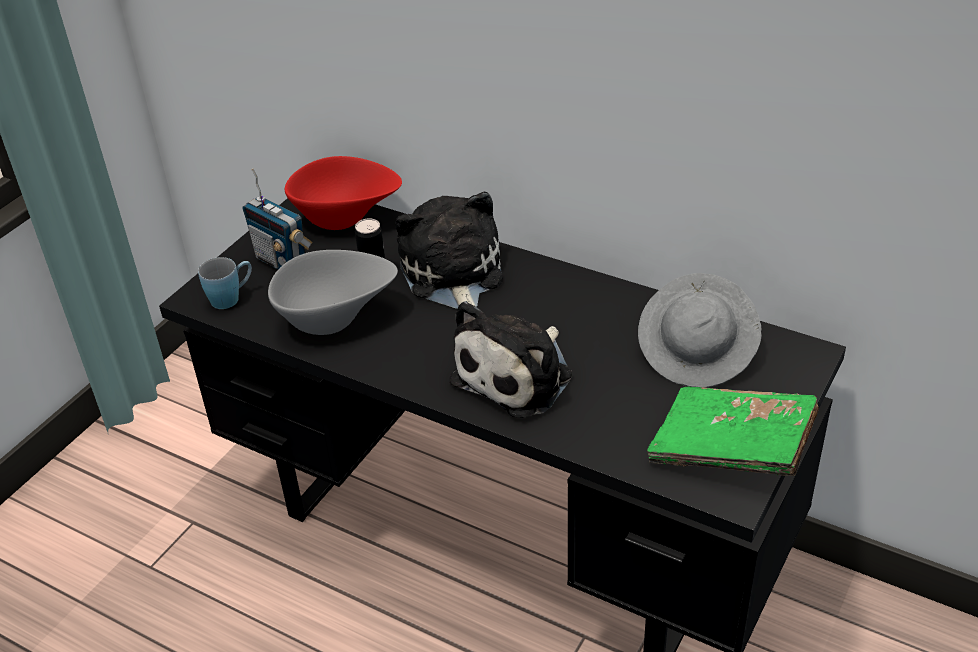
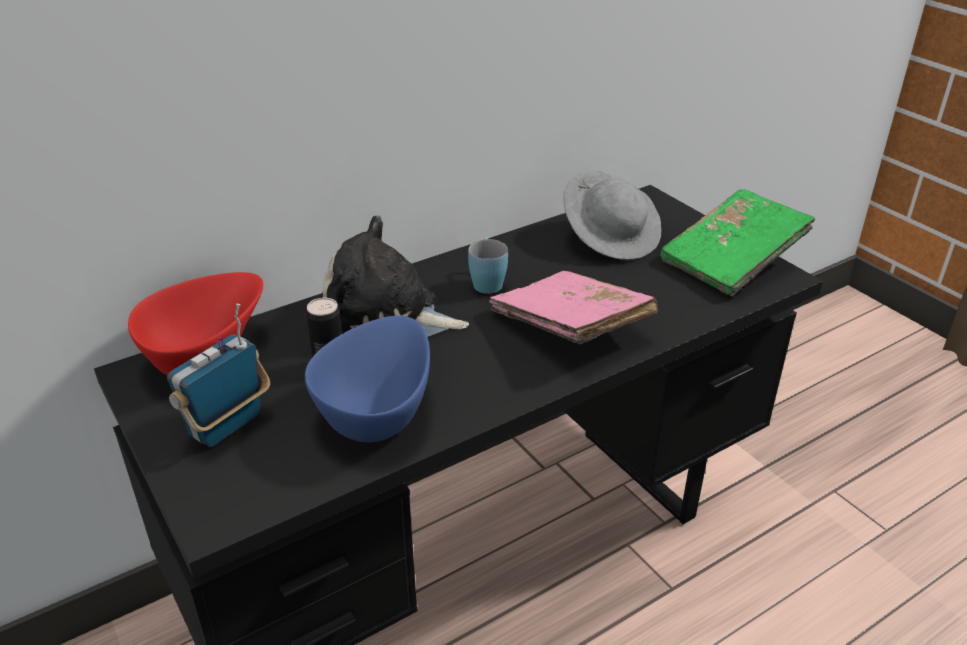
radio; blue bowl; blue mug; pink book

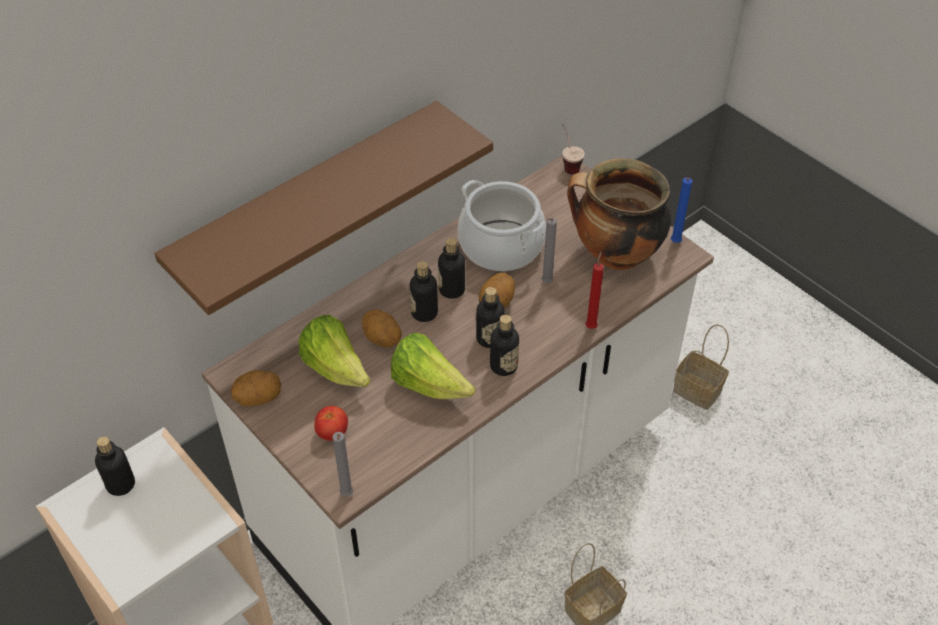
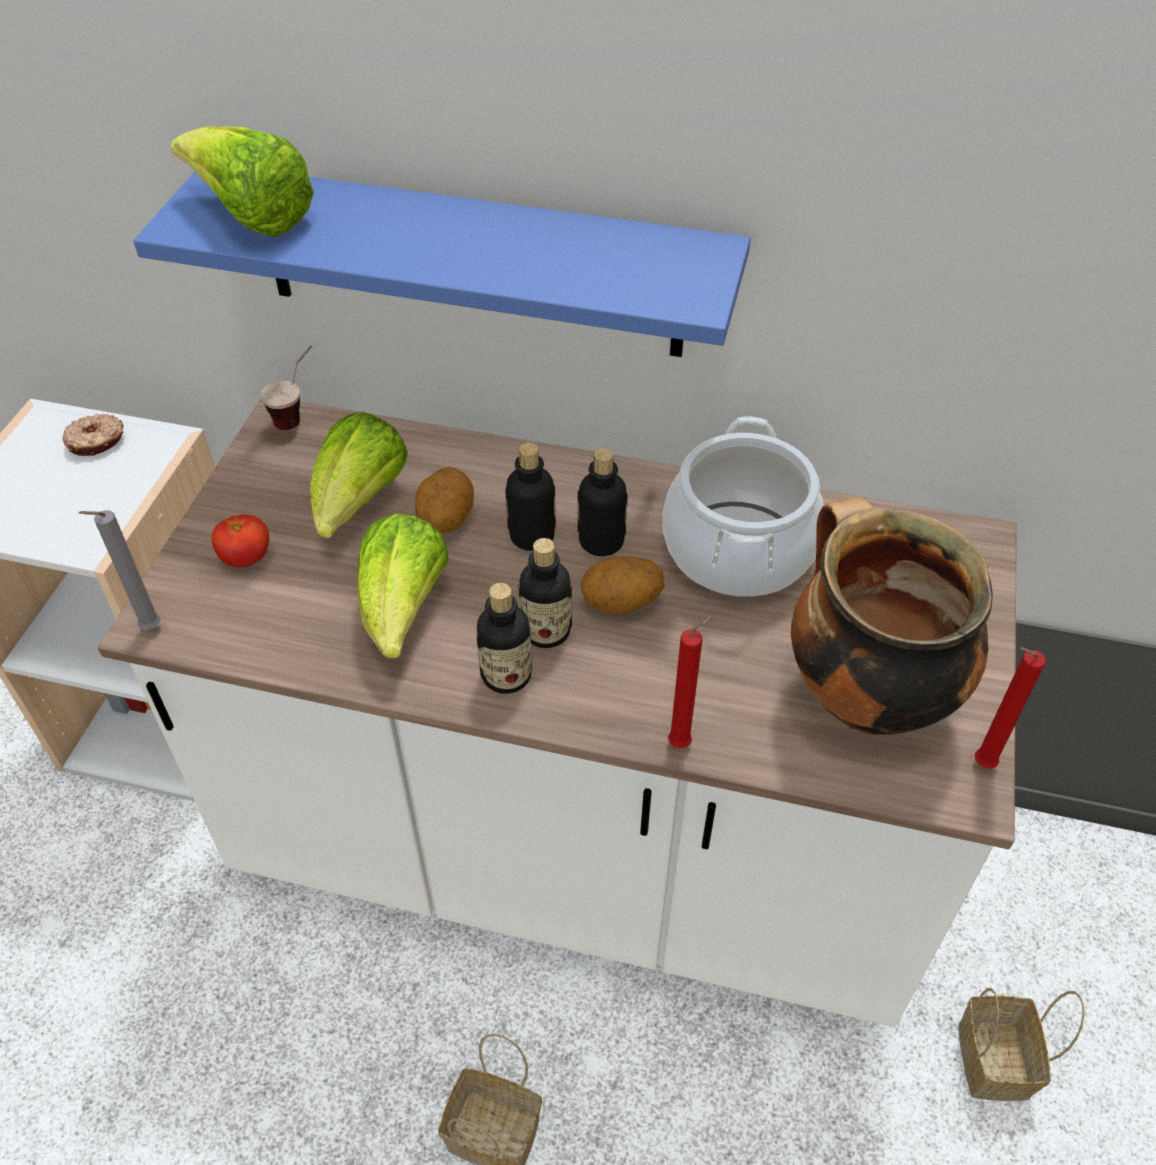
donut; blue shelf; lettuce (no. 1 from left); cup; red candle (no. 2 from left); potato (no. 1 from left in the first image); grey candle (no. 2 from left in the first image)

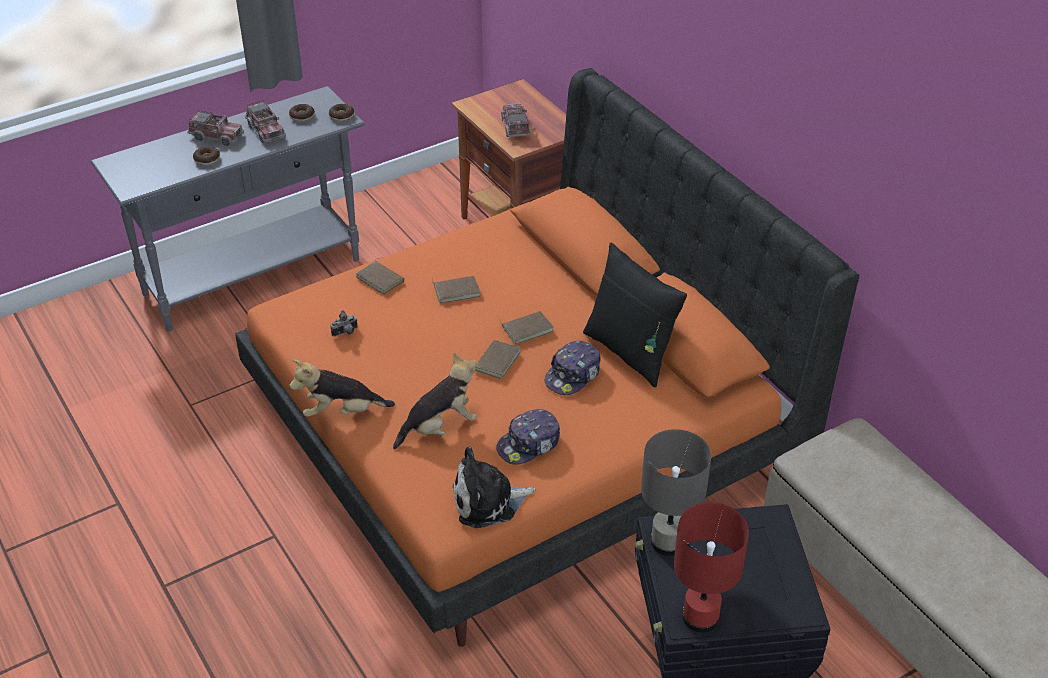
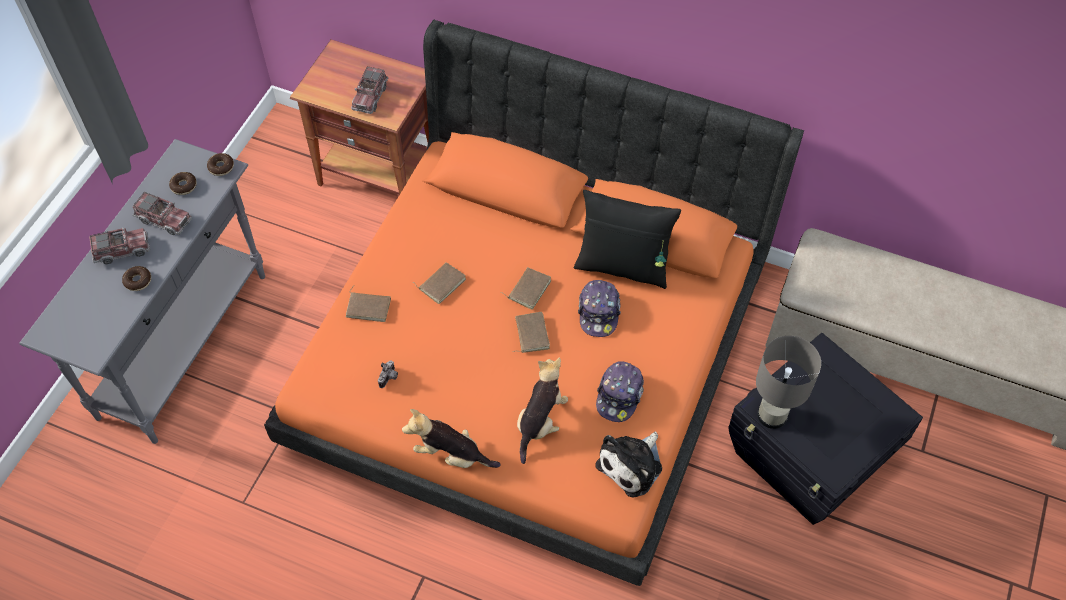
toy truck (no. 3 from left); plush toy (no. 1 from left); red table lamp

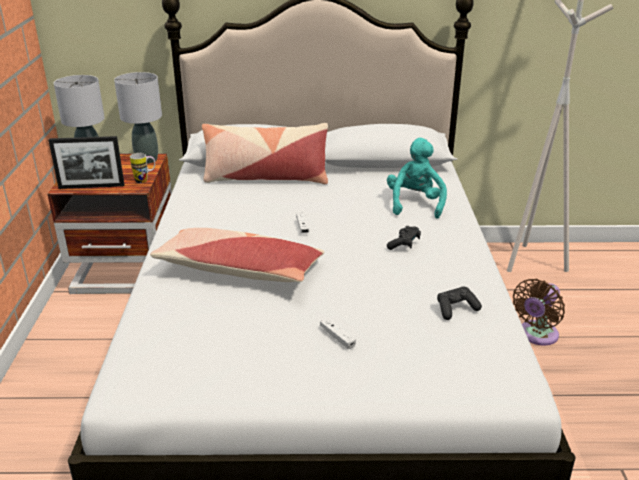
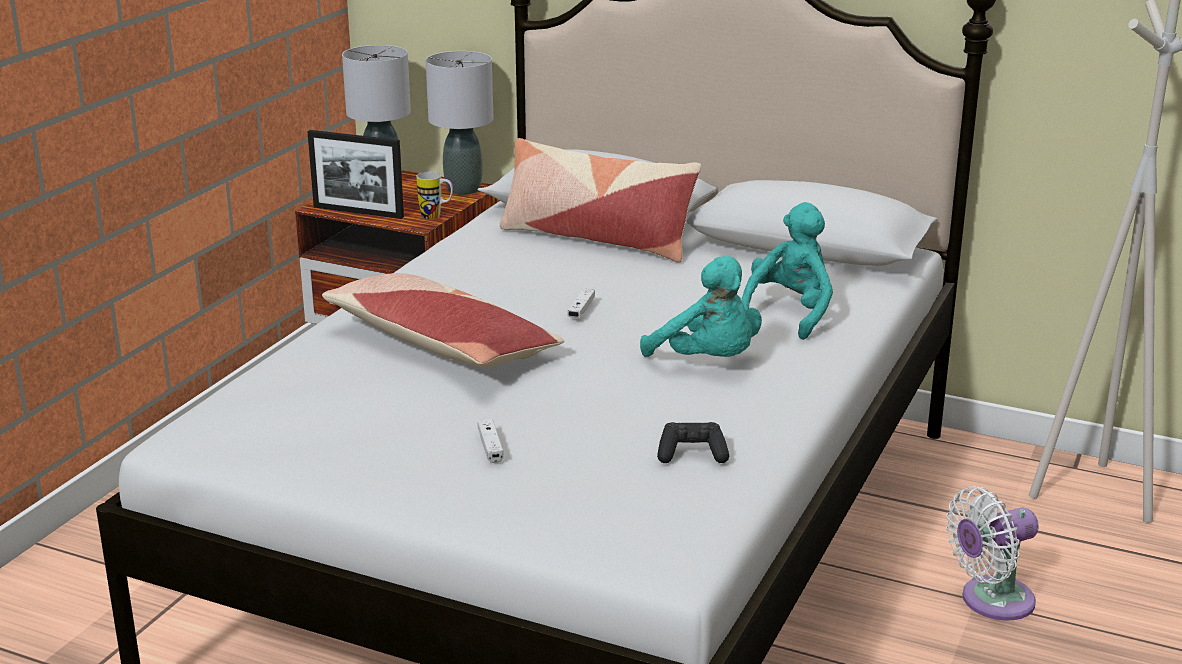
turquoise plush toy (no. 1 from left); white fan

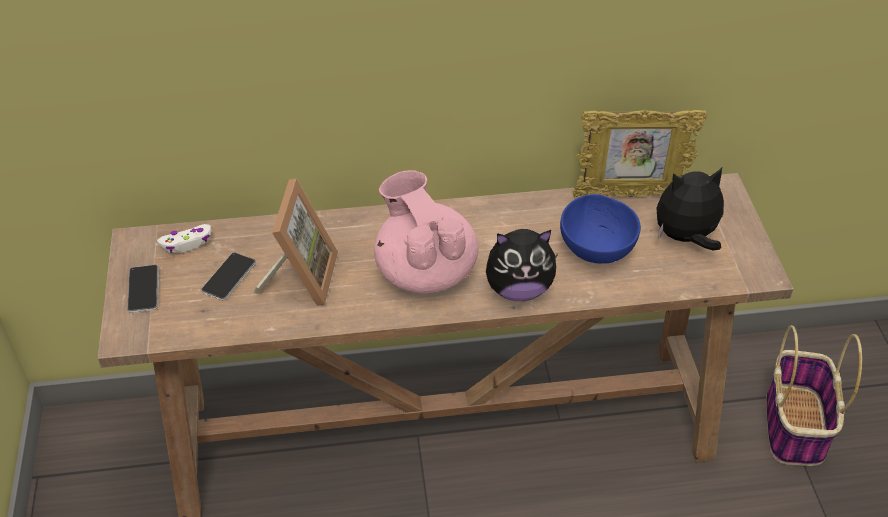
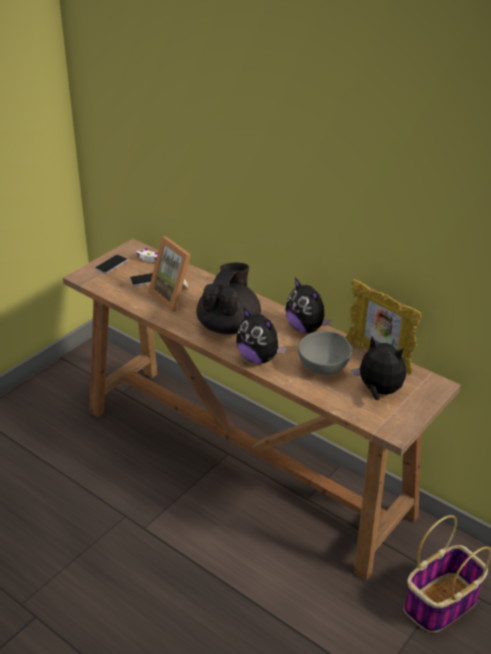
picture frame (no. 1 from left); black teapot; plush toy (no. 2 from left); grey bowl

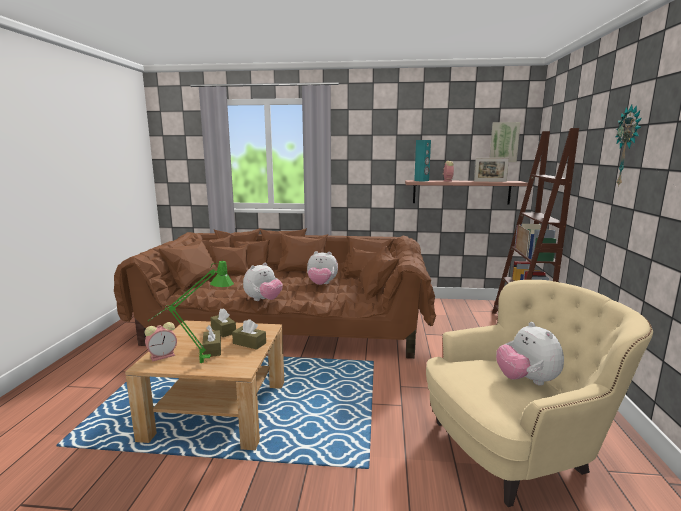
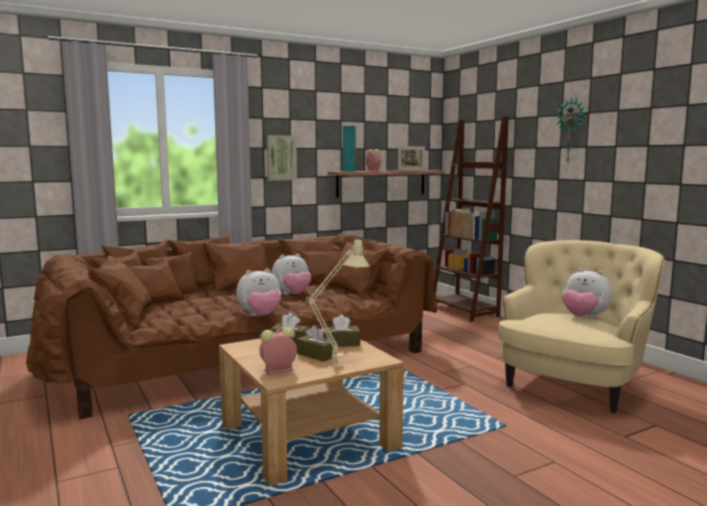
plush toy (no. 1 from left); alarm clock (no. 1 from left); picture; beige table lamp

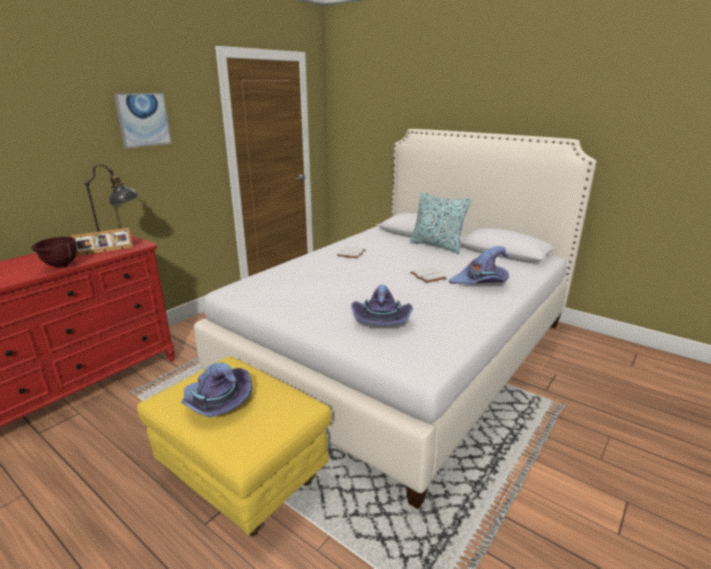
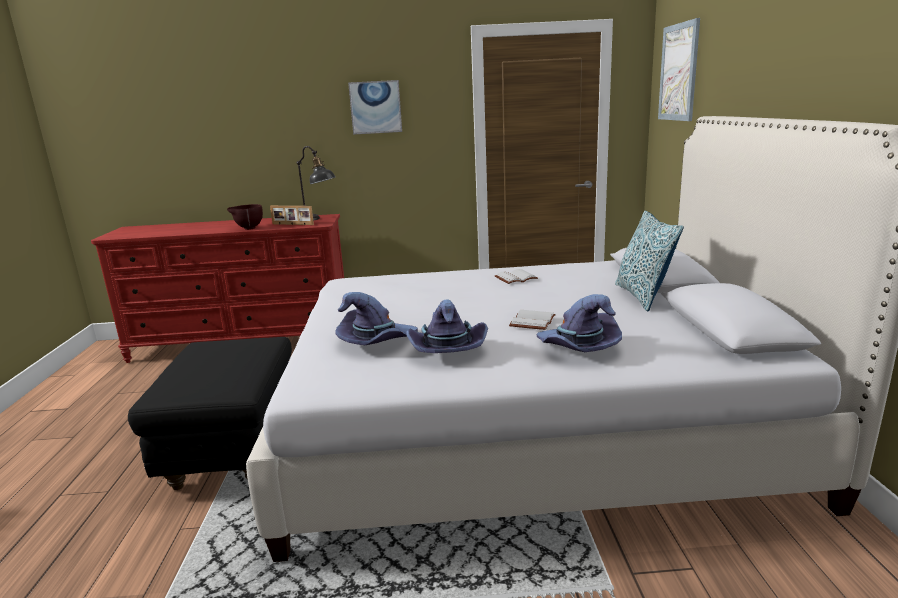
black ottoman; purple hat (no. 2 from left); picture (no. 2 from left)

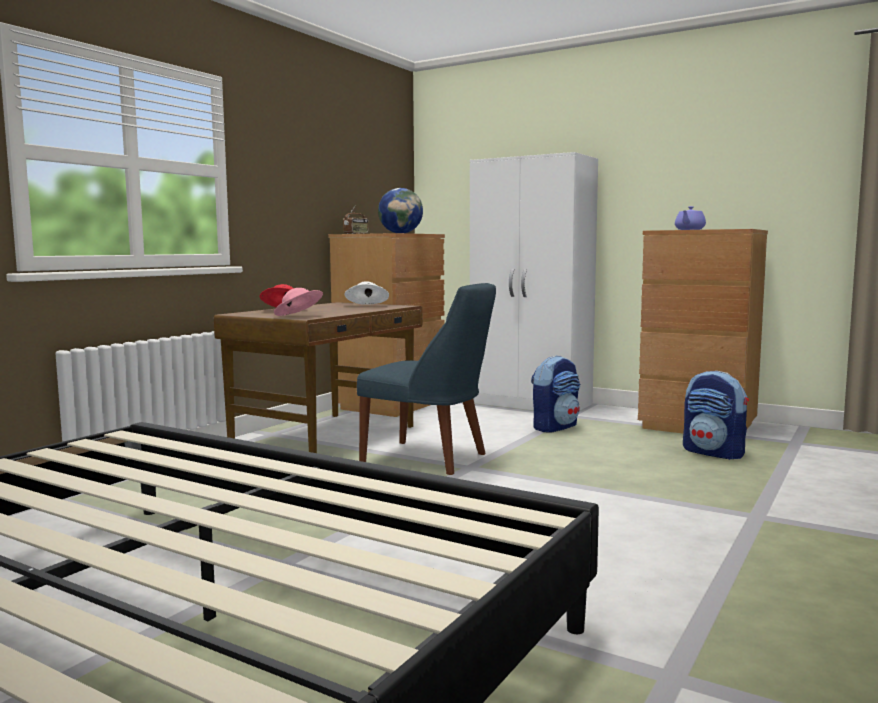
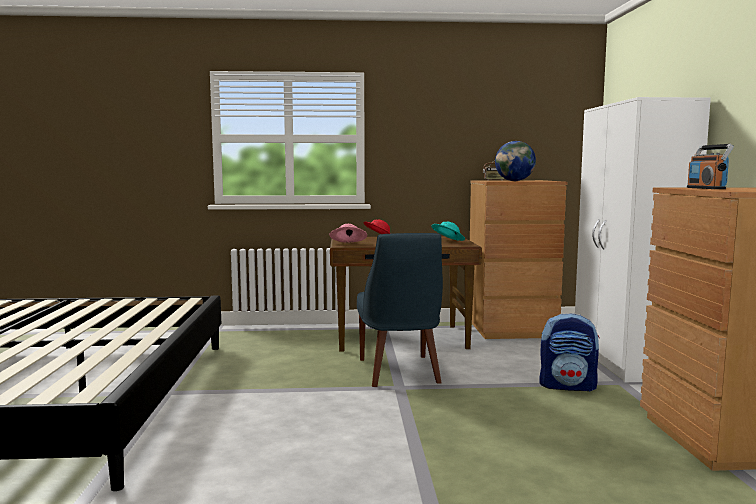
turquoise hat; radio (no. 2 from left); backpack (no. 2 from left in the first image)

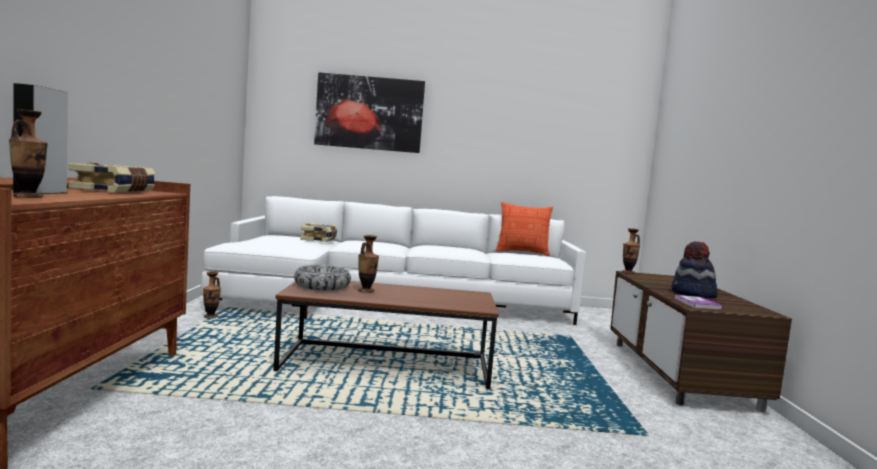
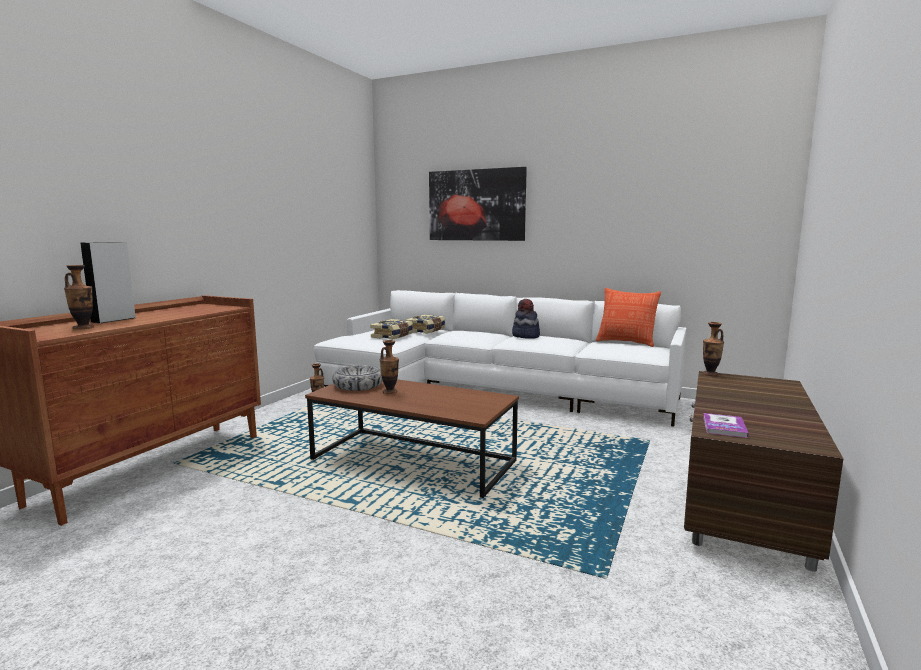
book (no. 1 from left); hat

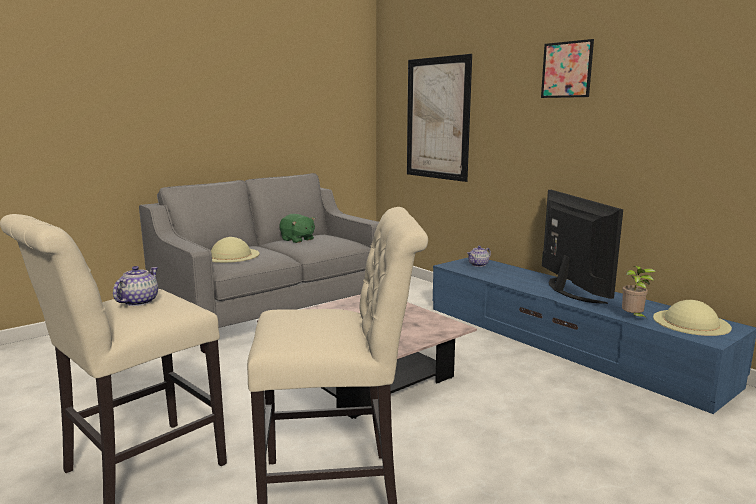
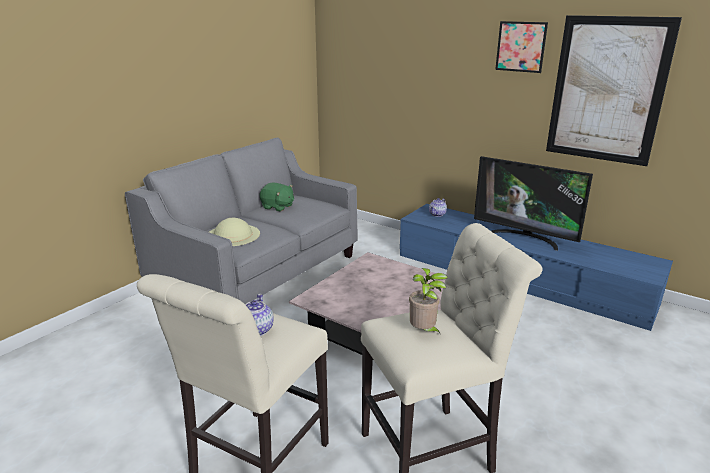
potted plant; television; picture (no. 2 from left); beige hat (no. 2 from left in the first image)

